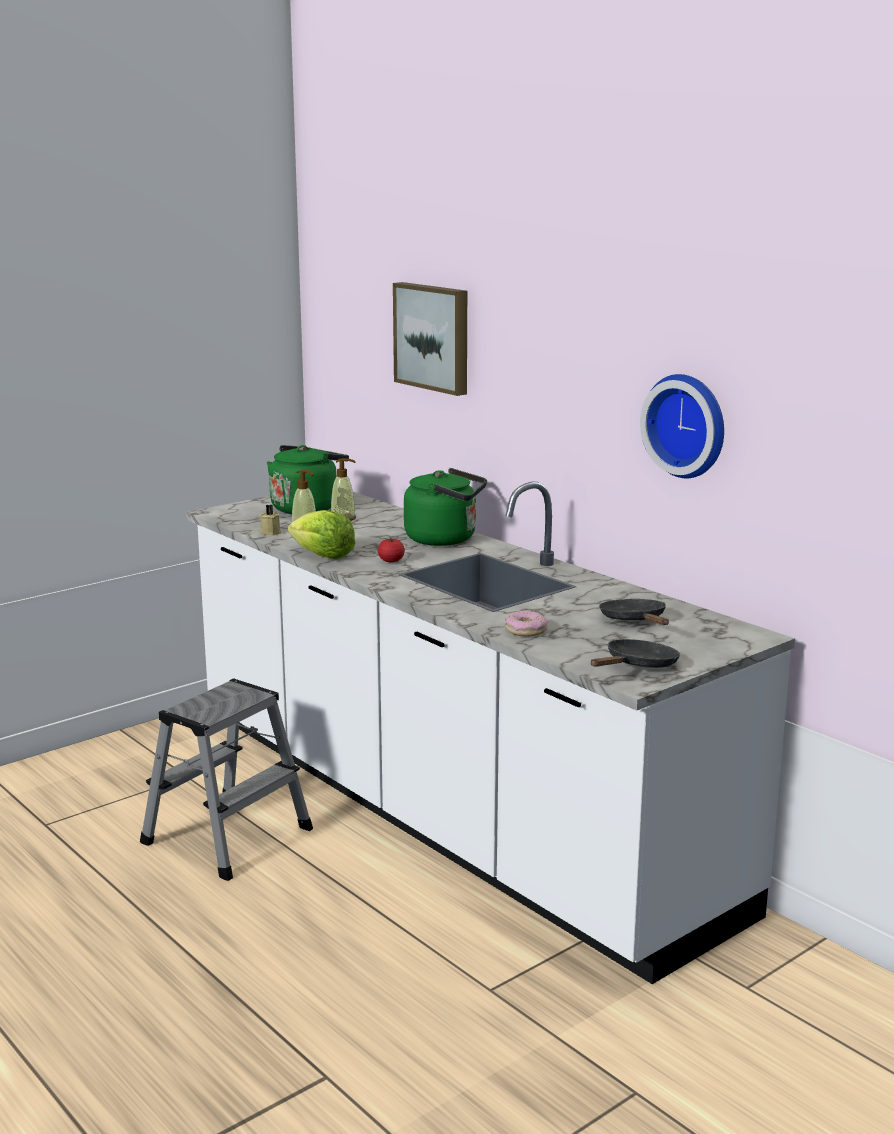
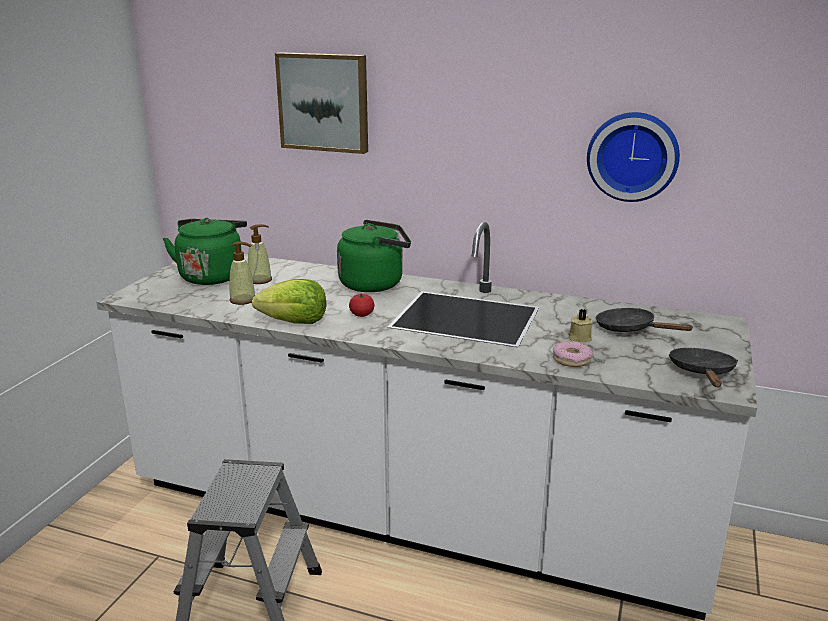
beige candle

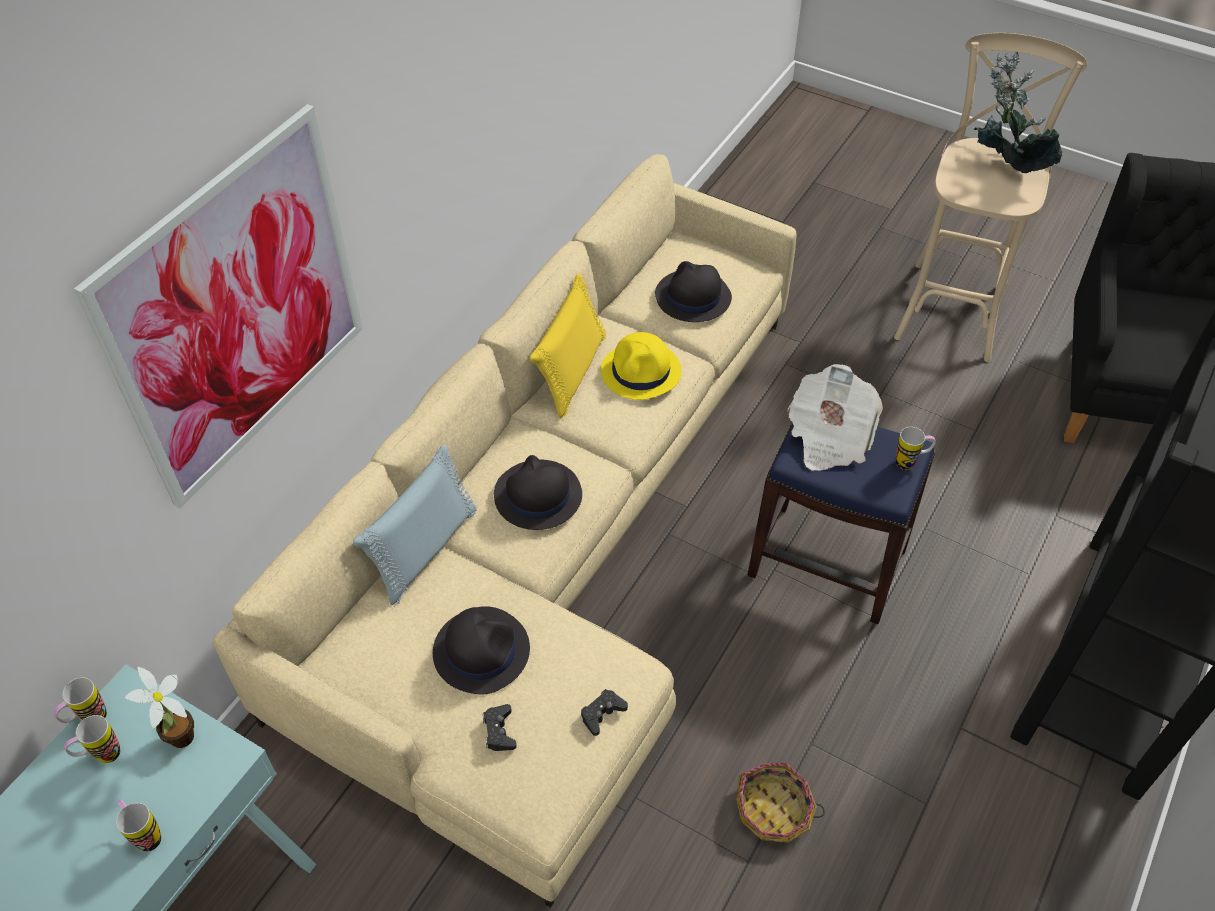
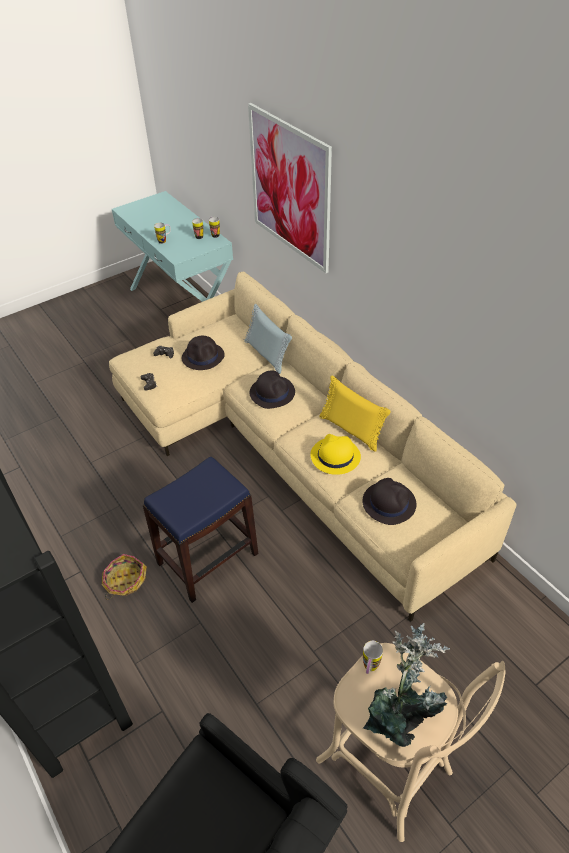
basket; mug (no. 4 from left); potted plant (no. 1 from left in the first image); newspaper

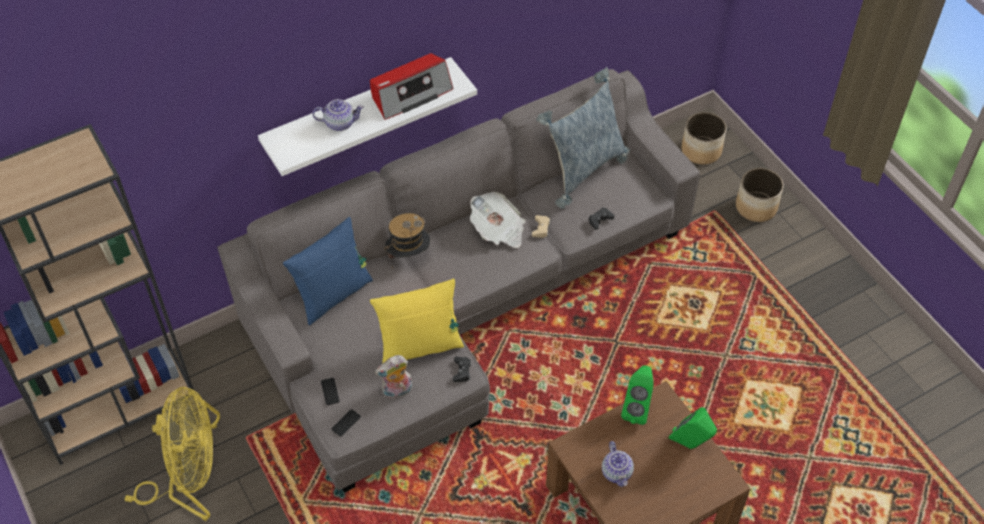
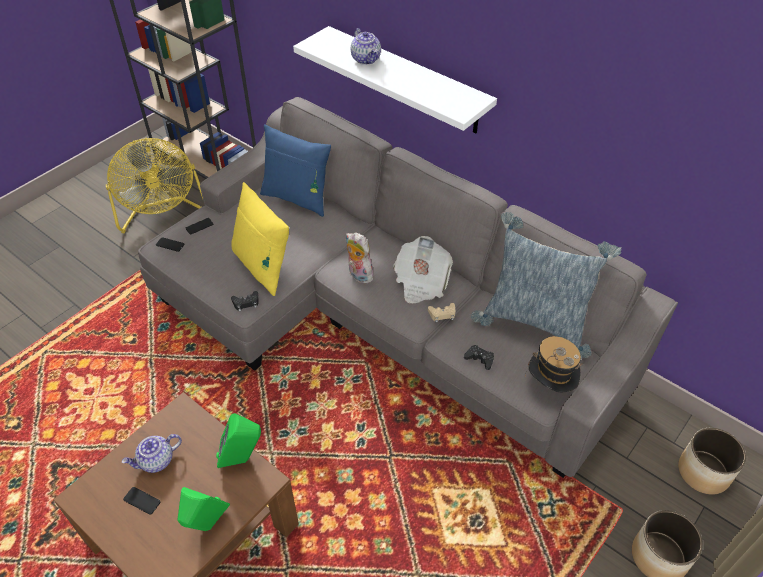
phone (no. 1 from left); plush toy; hat; radio

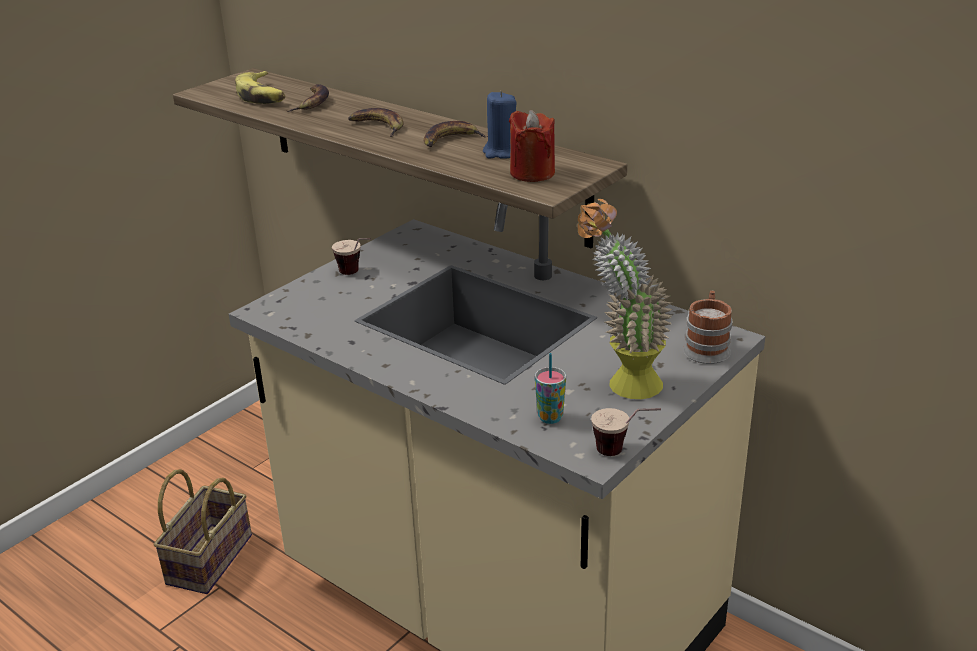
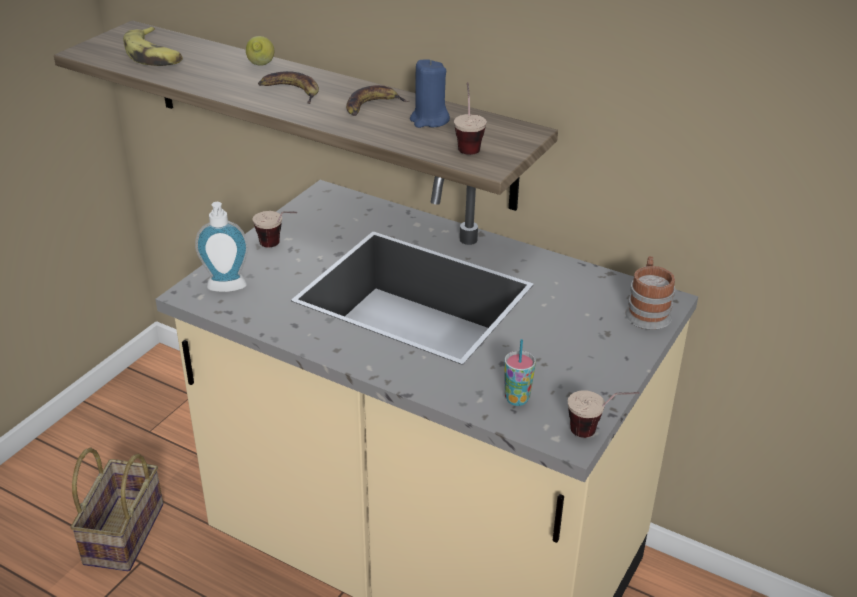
soap dispenser; lemon; cup (no. 2 from left); banana (no. 2 from left in the first image); potted plant

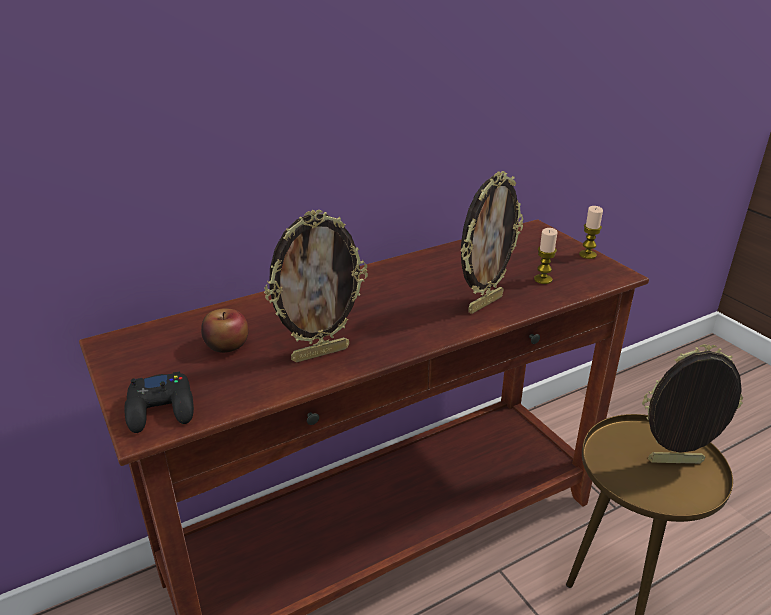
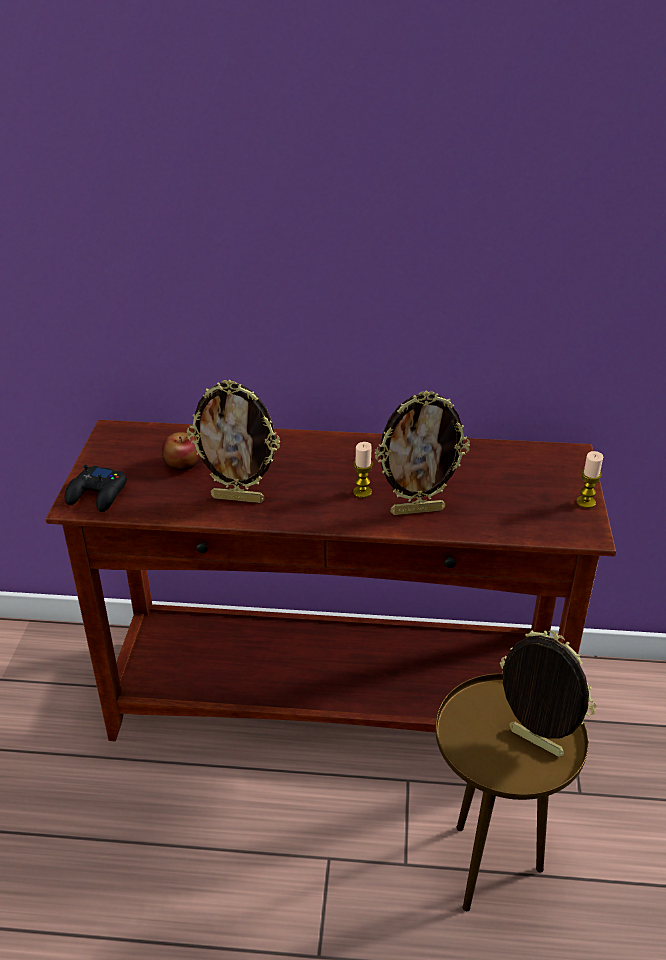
candle (no. 1 from left)

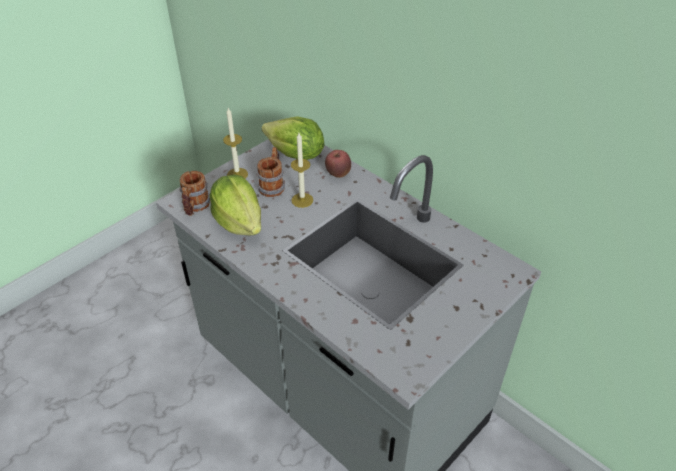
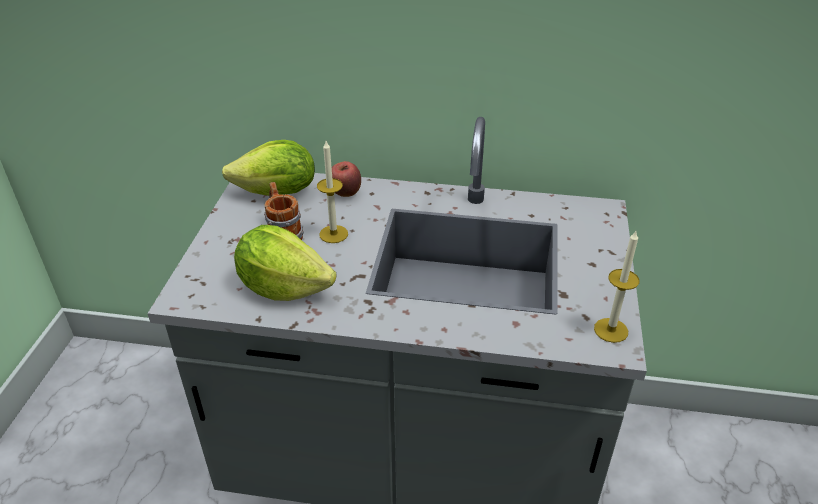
candle (no. 2 from left); mug (no. 1 from left in the first image)

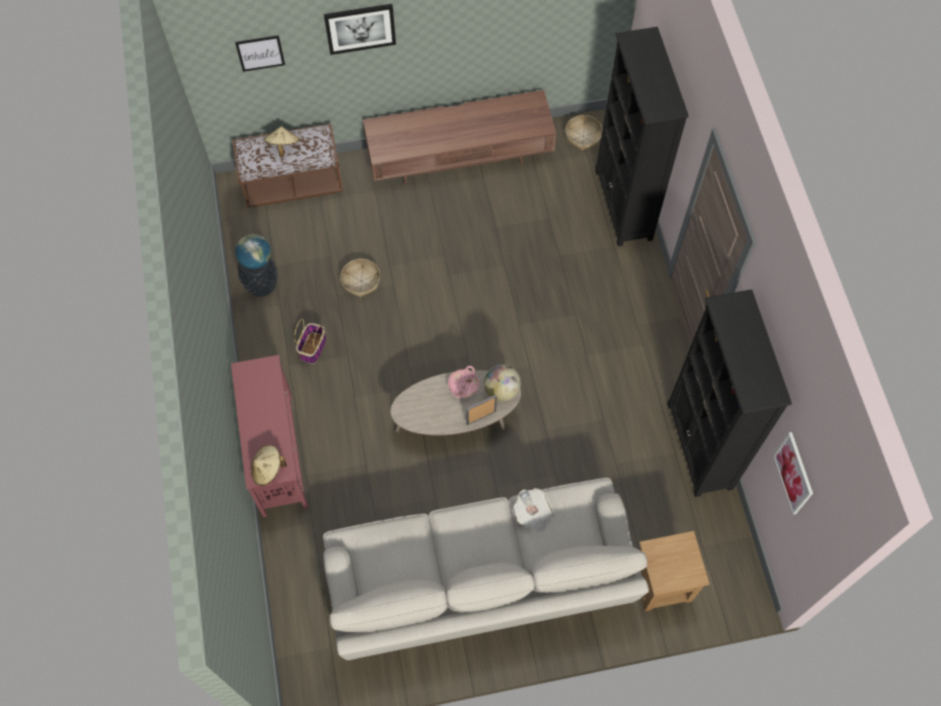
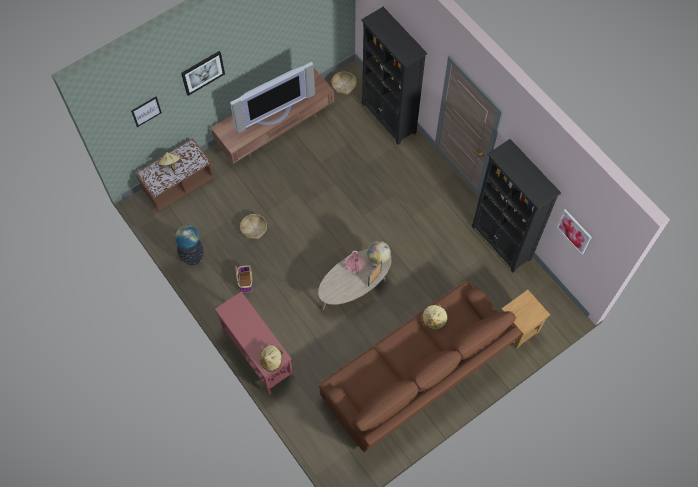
television; brown sofa; beige hat (no. 3 from left)

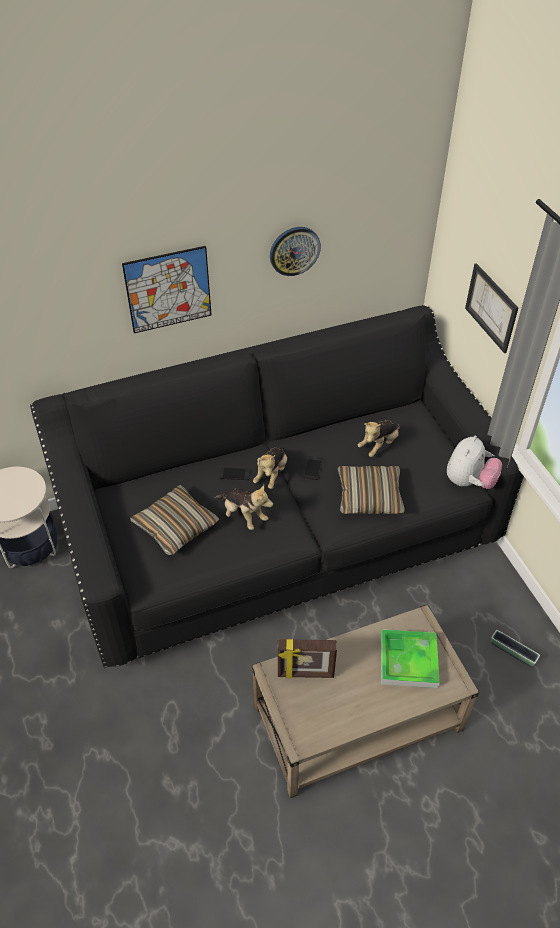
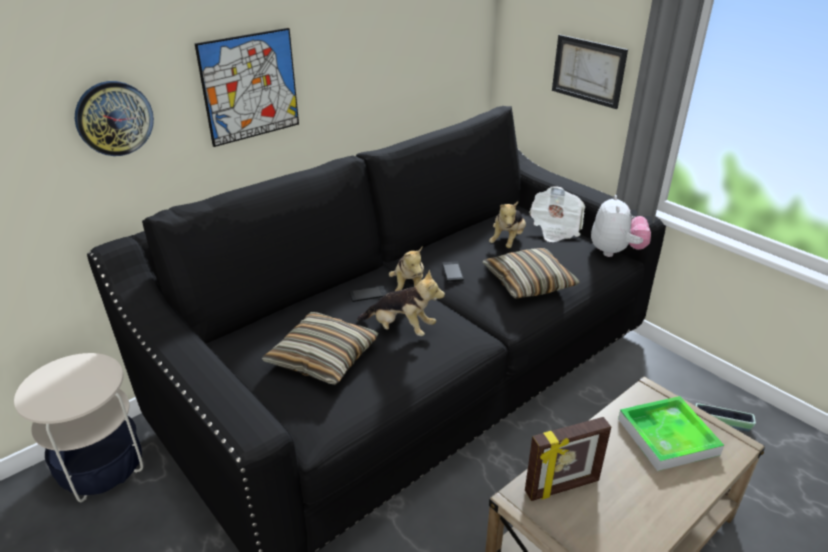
wall clock; newspaper

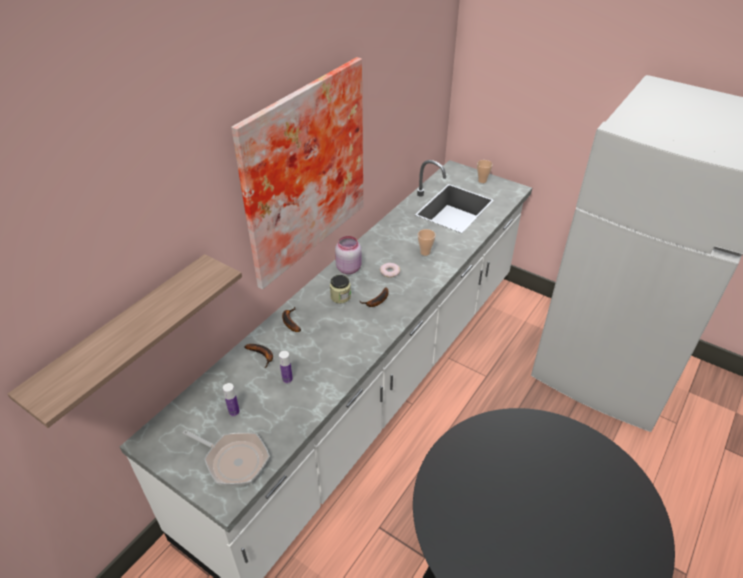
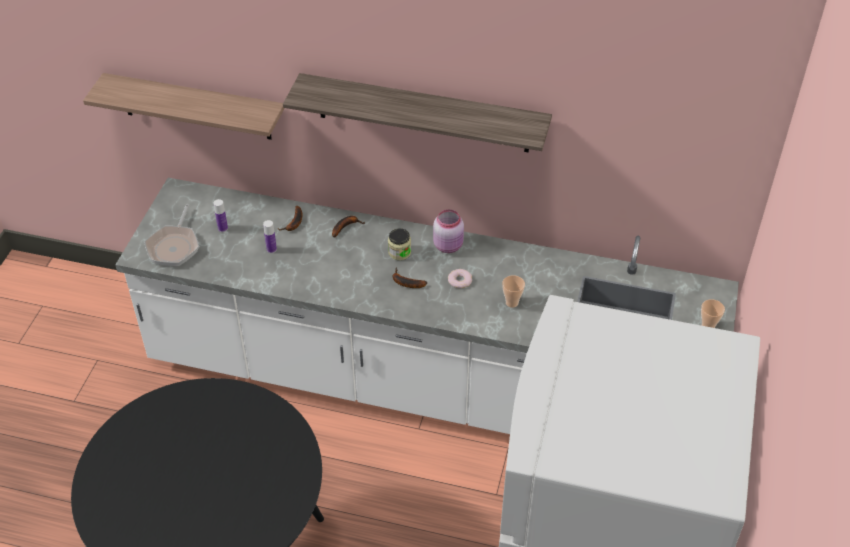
shelf (no. 2 from left)

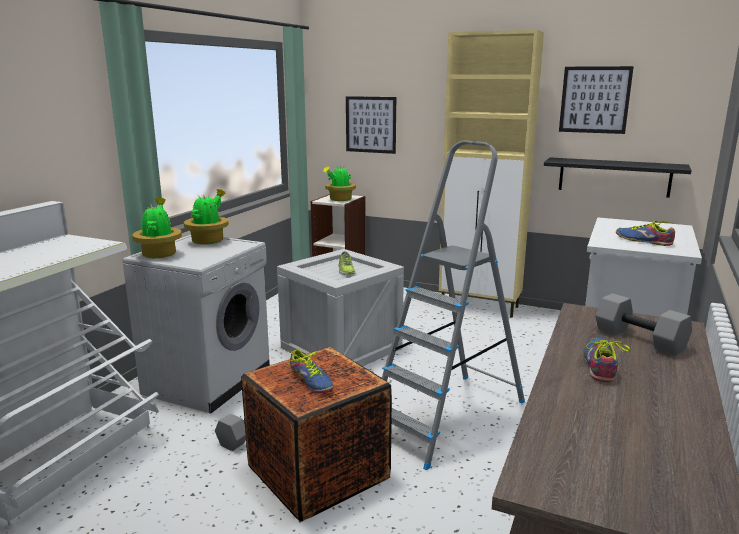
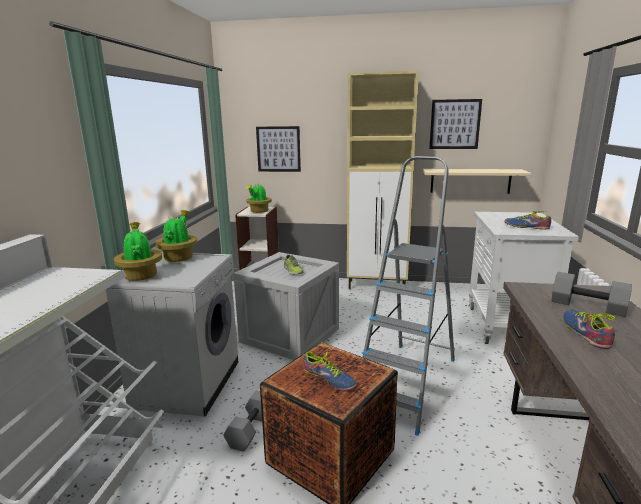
beige shelf

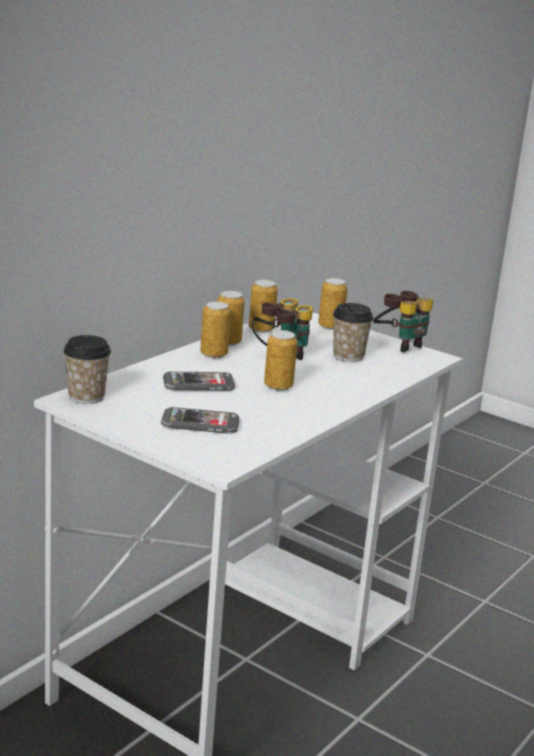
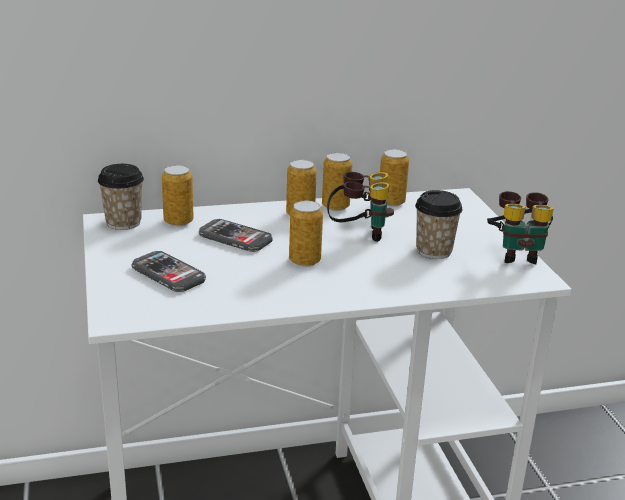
can (no. 1 from left)

